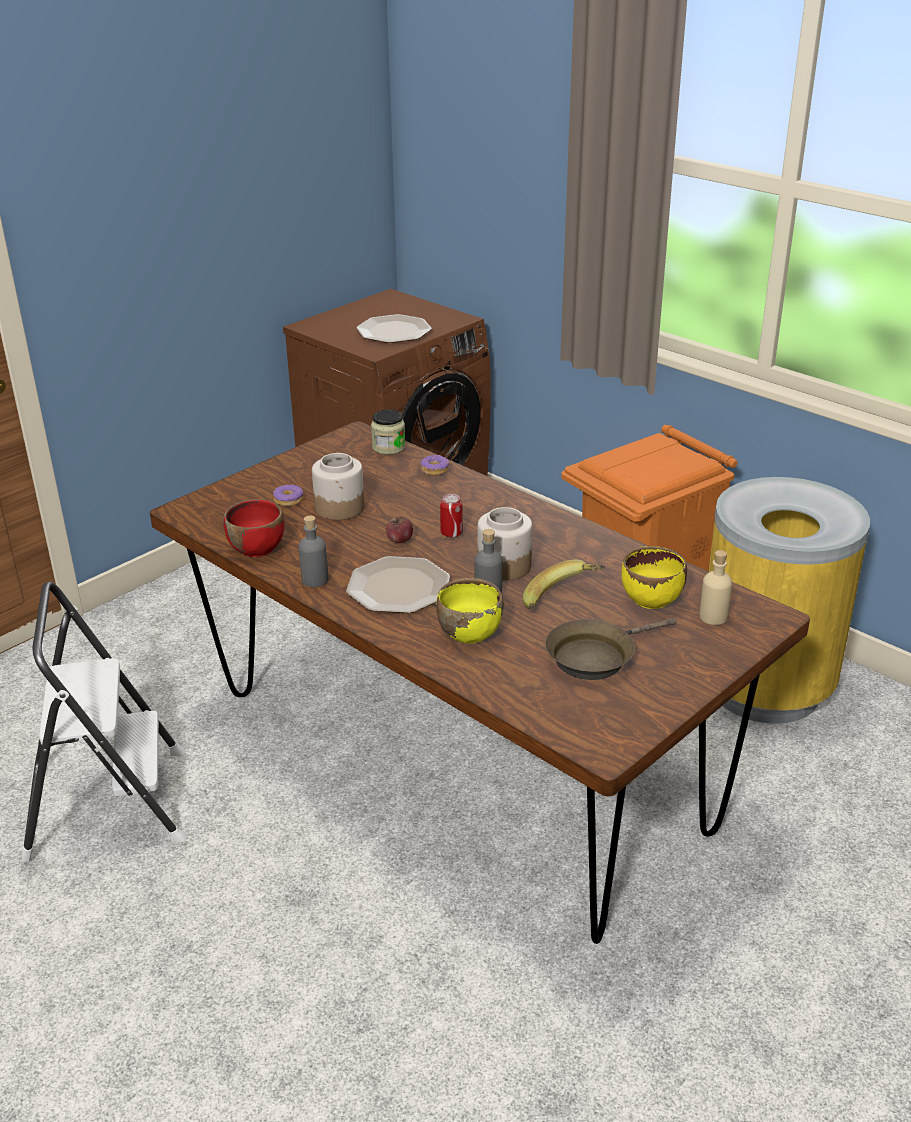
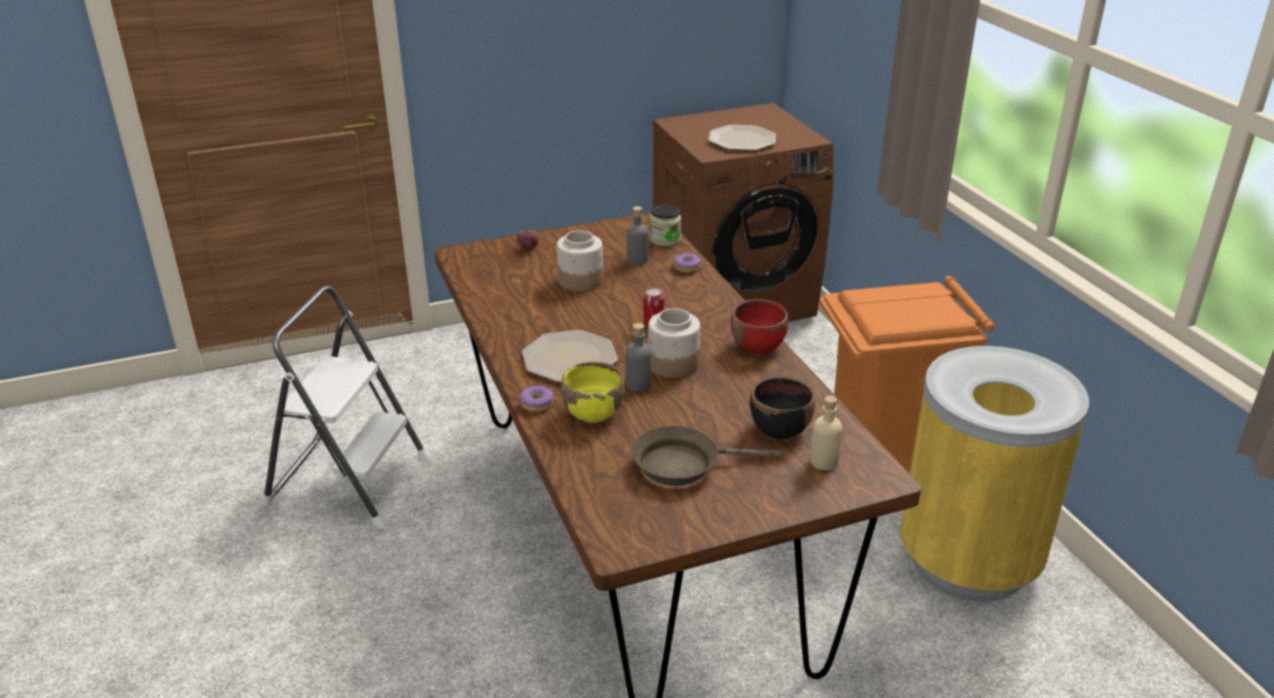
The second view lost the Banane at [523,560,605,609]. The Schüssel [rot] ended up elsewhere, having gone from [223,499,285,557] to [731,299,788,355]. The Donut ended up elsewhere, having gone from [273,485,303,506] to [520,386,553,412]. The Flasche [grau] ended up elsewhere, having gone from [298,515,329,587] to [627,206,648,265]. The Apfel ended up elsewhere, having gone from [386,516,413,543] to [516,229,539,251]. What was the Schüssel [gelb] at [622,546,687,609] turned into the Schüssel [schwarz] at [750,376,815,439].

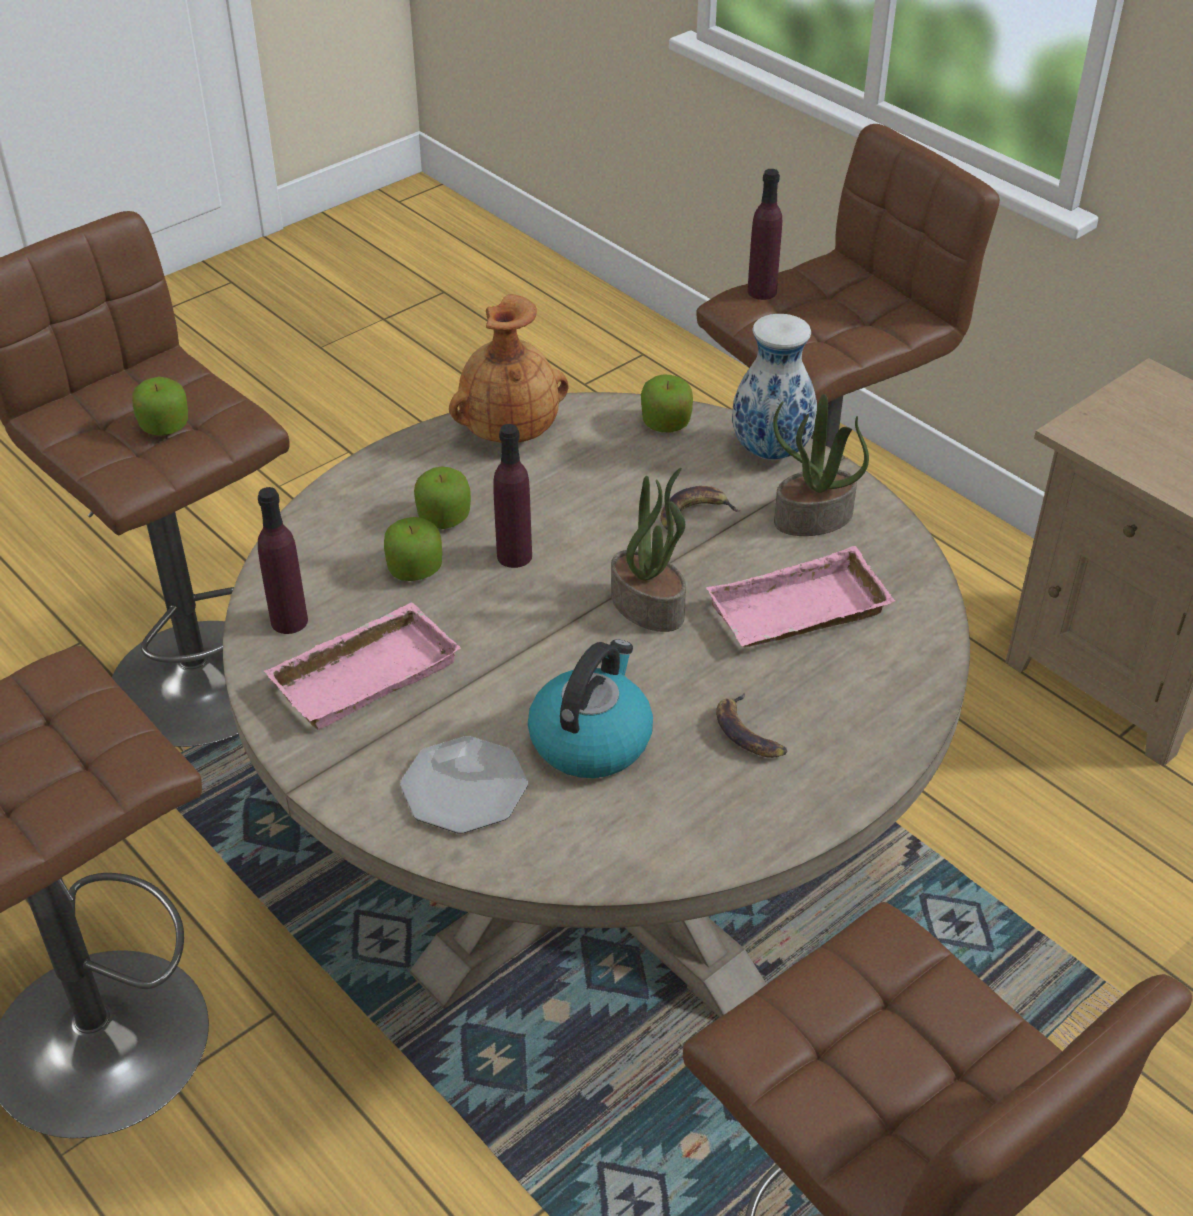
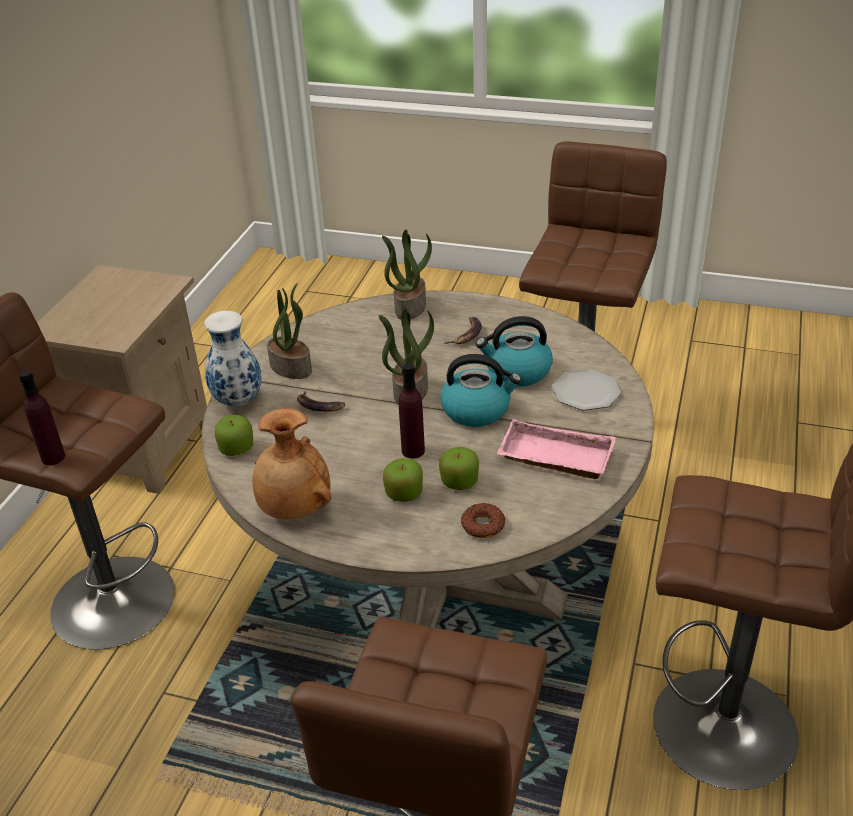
The second view lost the Apfel at [132,377,188,436]. The second view lost the Flasche [lila] at [258,487,308,634]. The second view lost the Tablett [rosa] at [706,546,895,647]. The second view gained the Topfpflanze at [382,229,432,320]. The second view gained the Wasserkessel at [440,354,521,427]. The second view gained the Donut at [461,503,505,538].

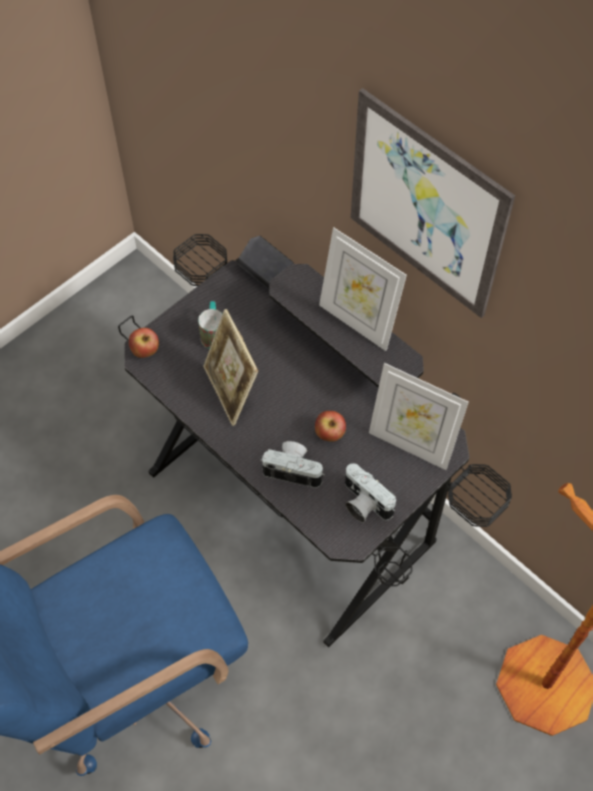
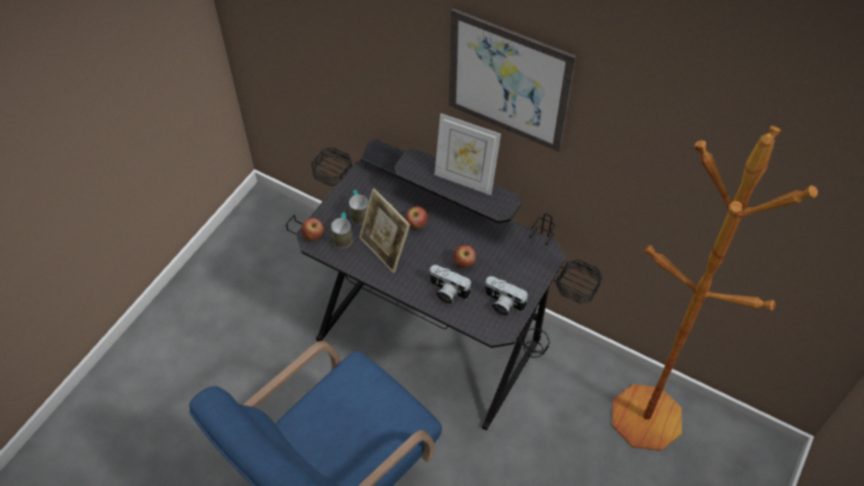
The second view lost the Bilderrahmen at [369,363,469,470]. The second view gained the Henkelbecher at [331,212,353,249]. The second view gained the Apfel at [406,206,428,229]. The Kamera at [261,441,325,488] ended up facing another way, 150 degrees counterclockwise from before.

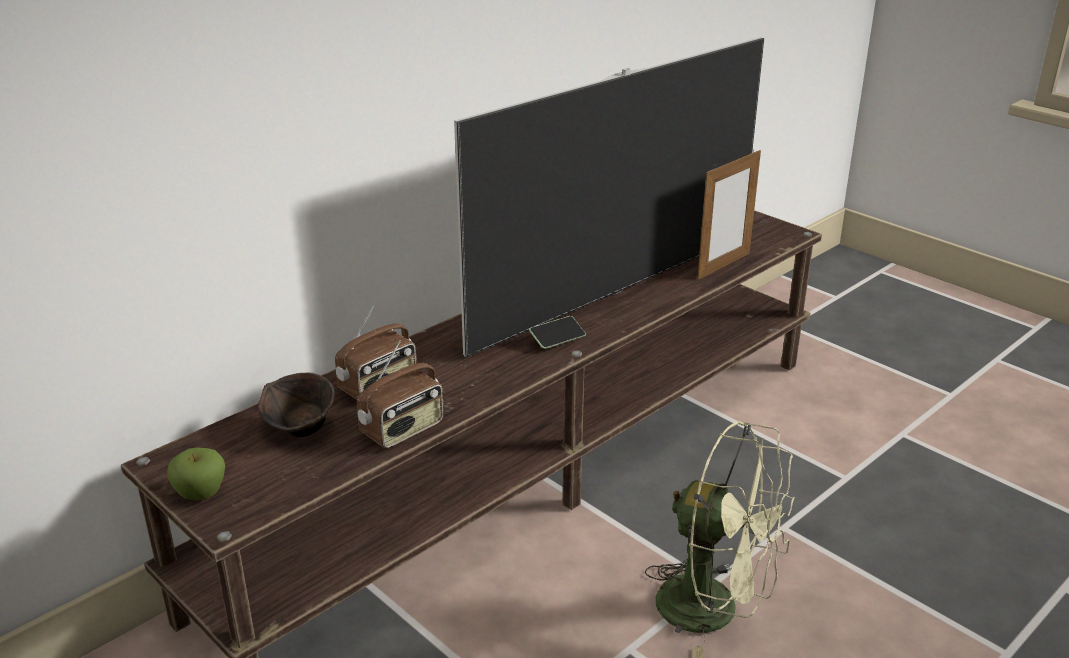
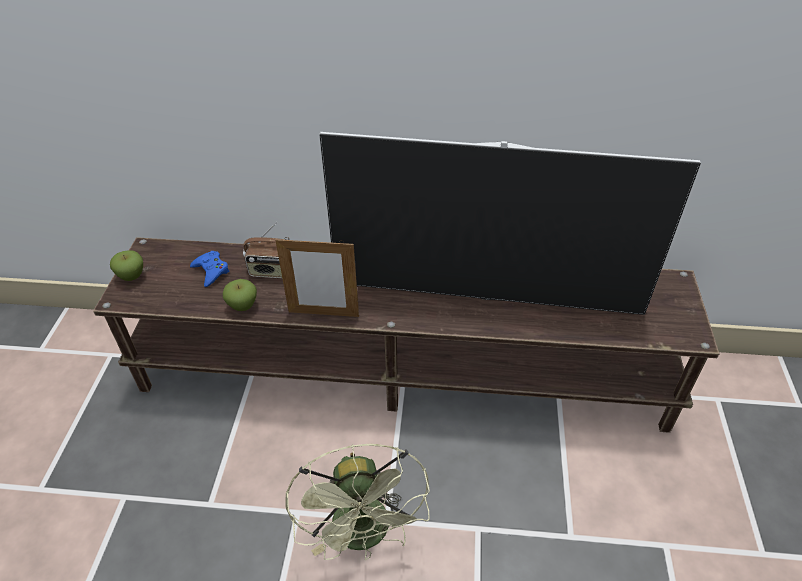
The second view lost the Handy at [529,316,586,349]. The Bilderrahmen ended up elsewhere, having gone from [697,149,761,280] to [275,237,359,317]. Where the Schüssel [braun] stood at [258,373,335,437], the Gamepad [blau] came to stand at [190,251,230,287]. Where the Radio stood at [357,340,444,449], the Apfel came to stand at [223,279,257,311].

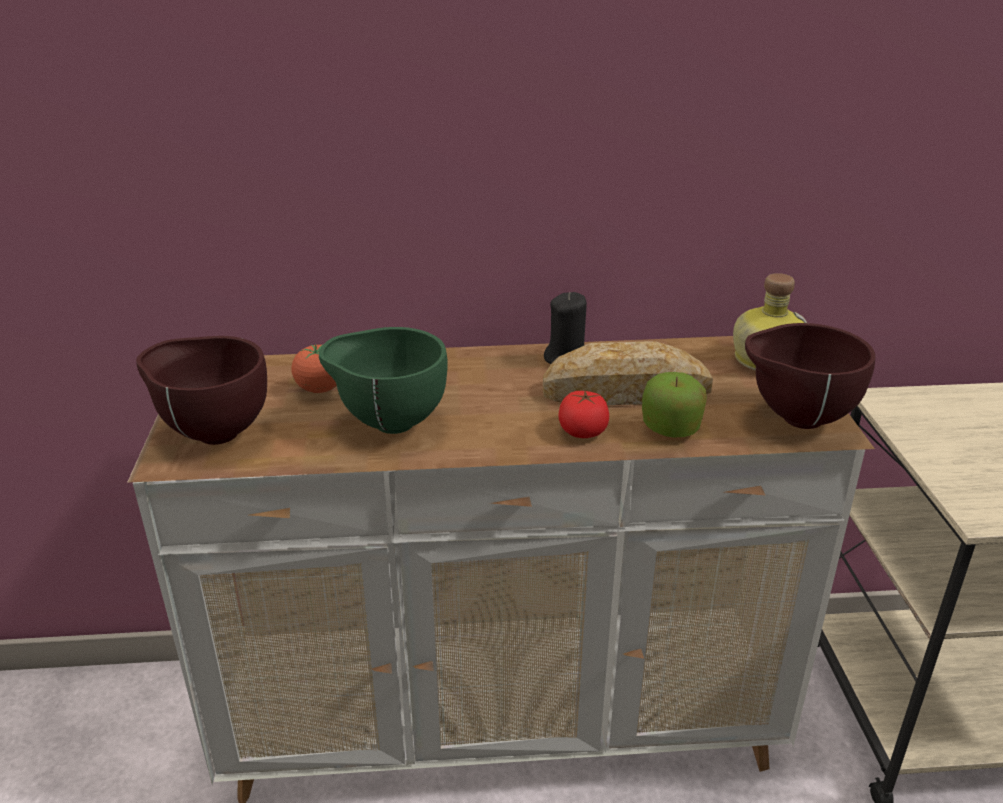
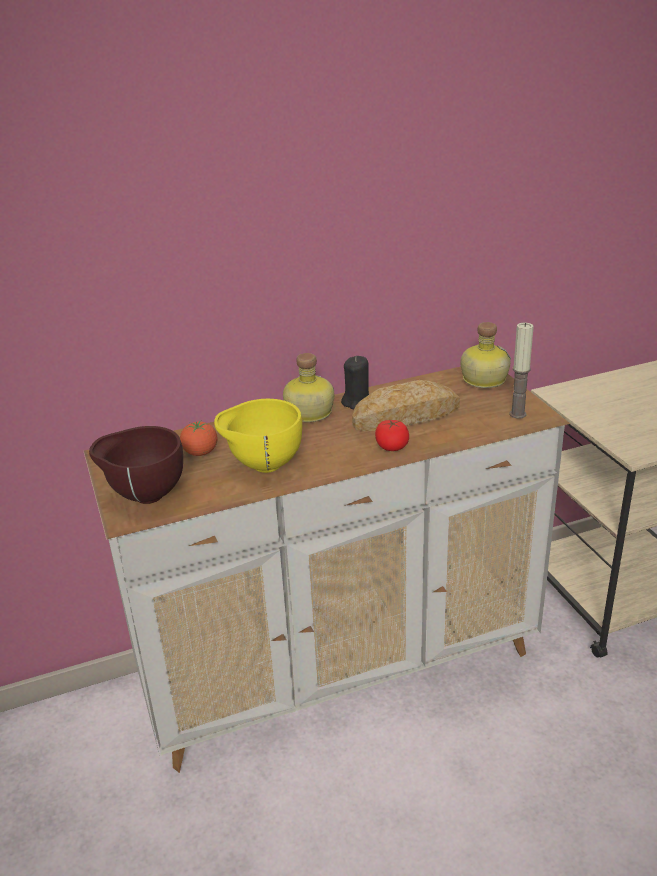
The second view lost the Apfel at [642,372,707,438]. The second view gained the Flasche at [283,353,334,422]. Where the Schüssel [braun] stood at [745,323,875,429], the Kerze came to stand at [509,323,534,419]. What was the Schüssel [grün] at [319,327,448,434] turned into the Schüssel [gelb] at [214,399,302,473].

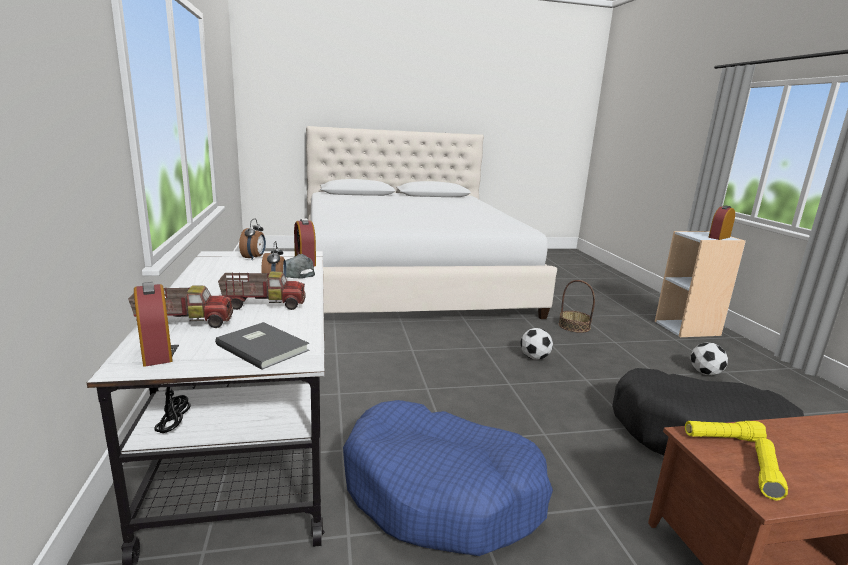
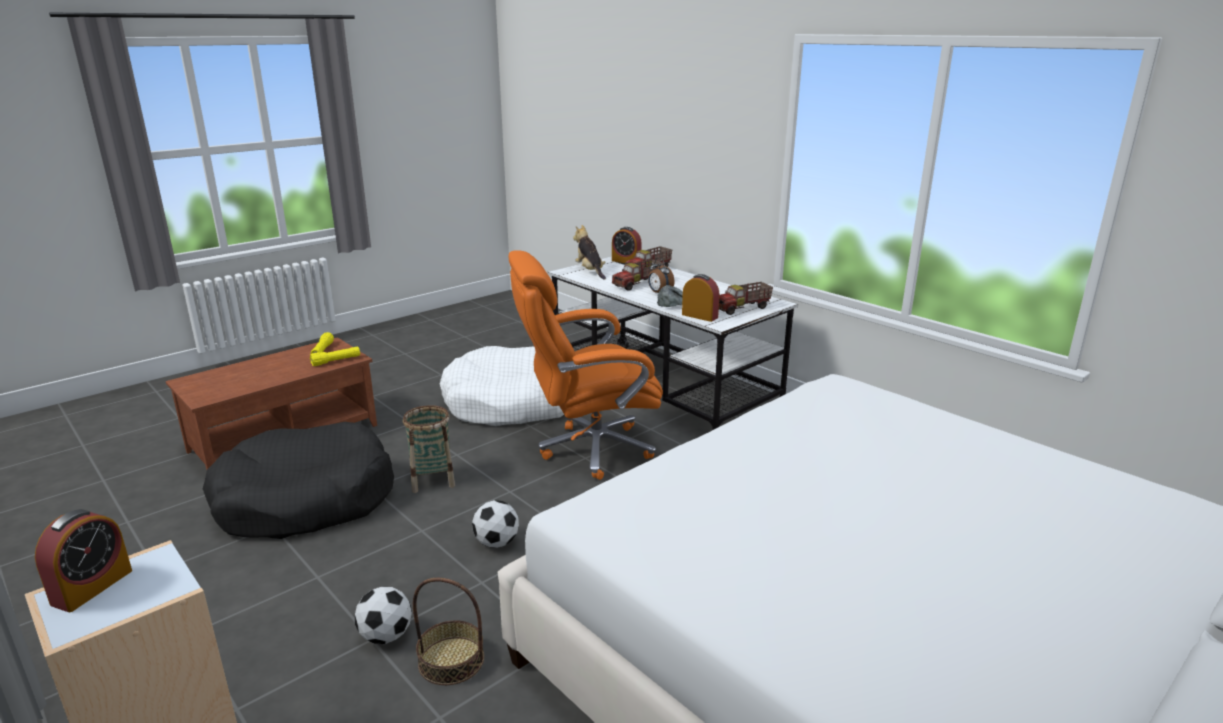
The second view gained the Korb at [403,405,455,493]. The second view gained the Bürostuhl [orange] at [509,250,663,480]. The Fußball ended up elsewhere, having gone from [691,343,728,376] to [355,587,412,644]. Where the Buch [grau] stood at [215,322,309,370], the Plüschtier came to stand at [573,225,606,280]. Where the Wecker stood at [239,219,266,260], the Spielzeuglaster came to stand at [719,282,773,315]. What was the Hundebett [blau] at [343,400,553,556] turned into the Hundebett [weiß] at [440,346,564,426].

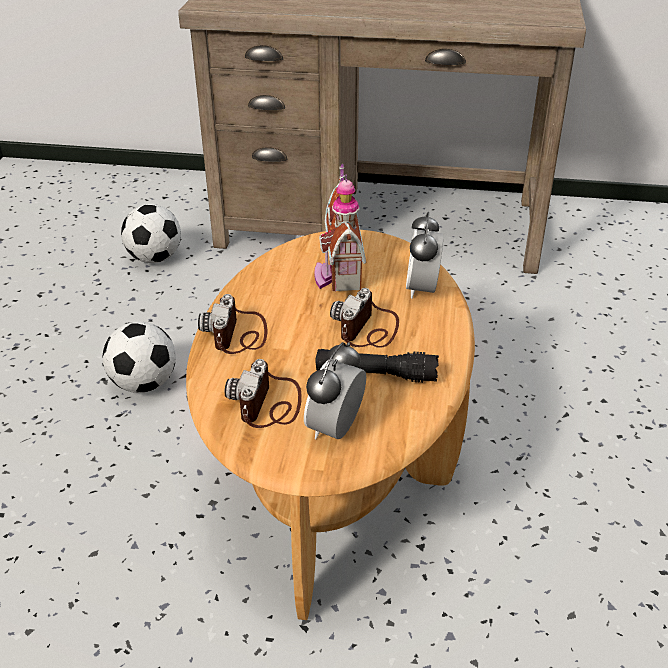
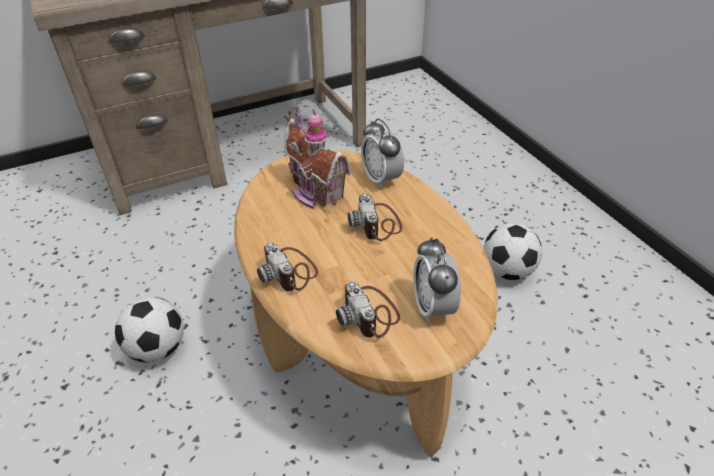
The second view lost the Taschenlampe [schwarz] at [315,349,439,383]. The Fußball ended up elsewhere, having gone from [121,204,181,263] to [483,223,542,280].

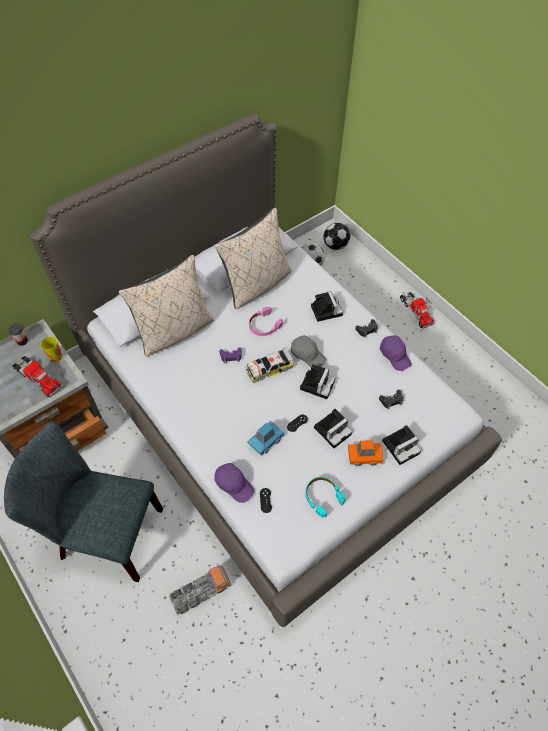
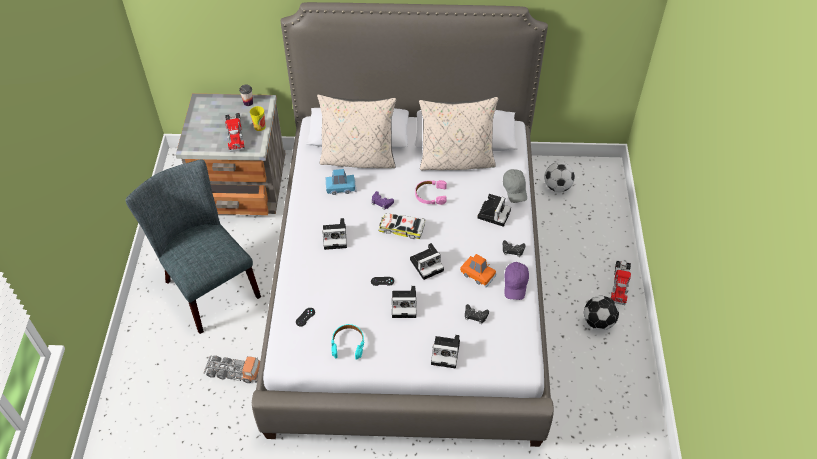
The second view lost the Kappe [lila] at [215,463,254,503]. The second view gained the Kamera at [322,218,347,250]. The Spielzeugauto [blau] ended up elsewhere, having gone from [248,421,285,456] to [326,169,357,195]. The Kappe [grau] ended up elsewhere, having gone from [291,335,326,367] to [503,169,527,203]. The Fußball ended up elsewhere, having gone from [324,223,350,250] to [584,296,619,330]. The Spielzeugauto [orange] ended up elsewhere, having gone from [348,440,384,466] to [460,254,497,287].

